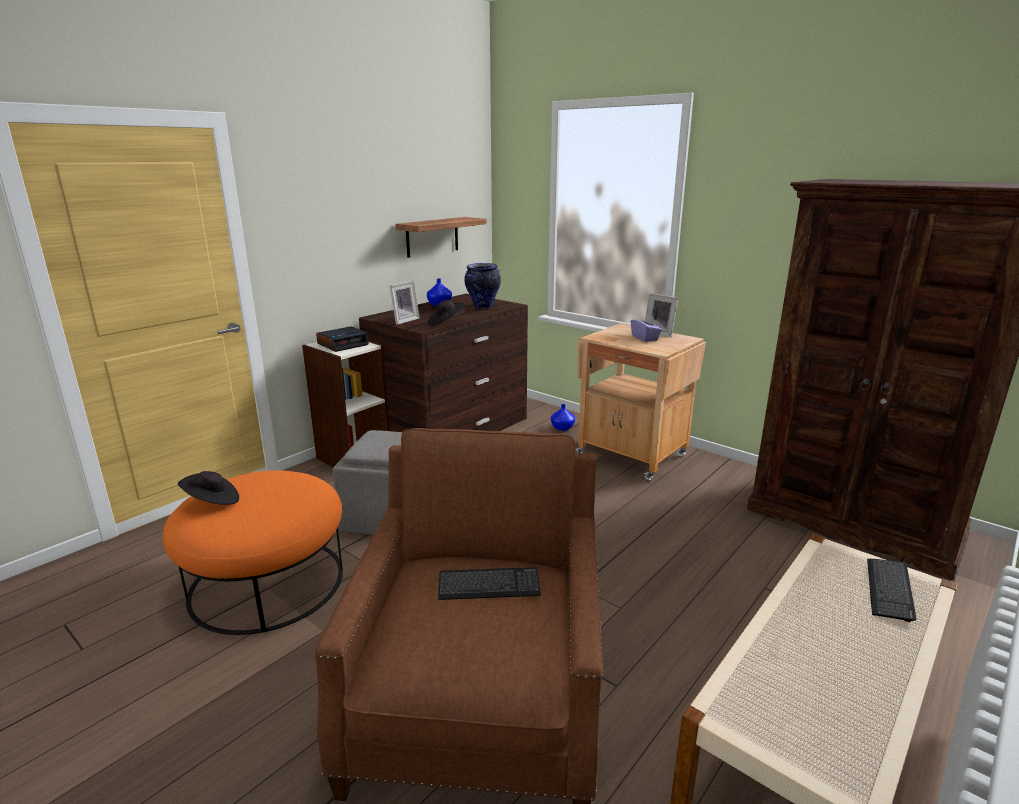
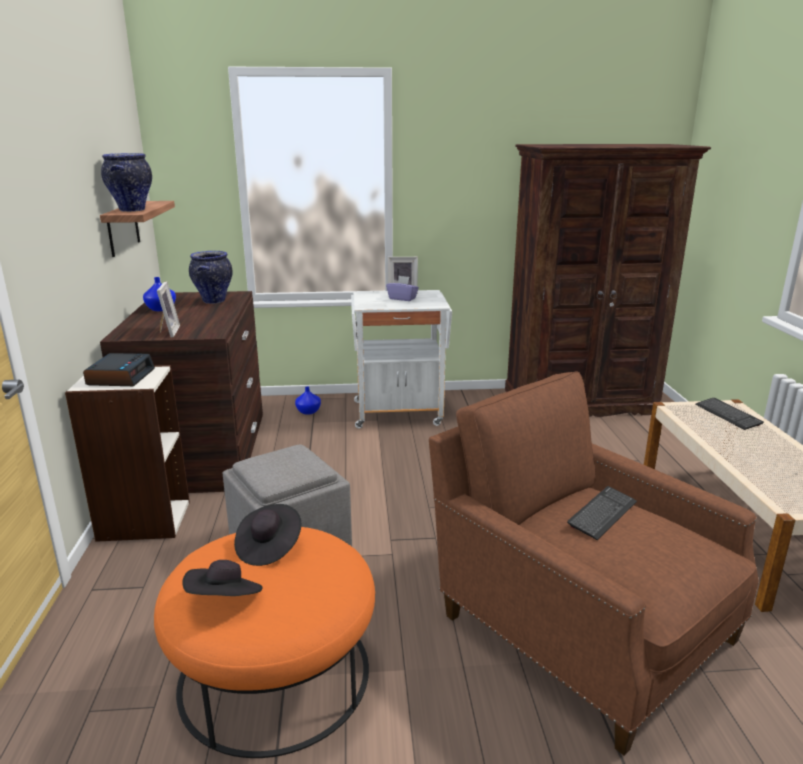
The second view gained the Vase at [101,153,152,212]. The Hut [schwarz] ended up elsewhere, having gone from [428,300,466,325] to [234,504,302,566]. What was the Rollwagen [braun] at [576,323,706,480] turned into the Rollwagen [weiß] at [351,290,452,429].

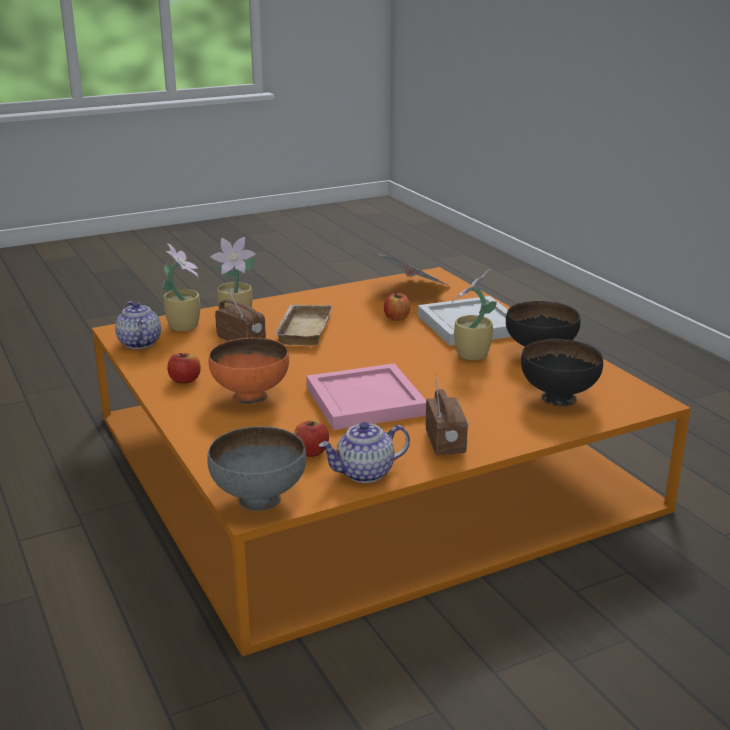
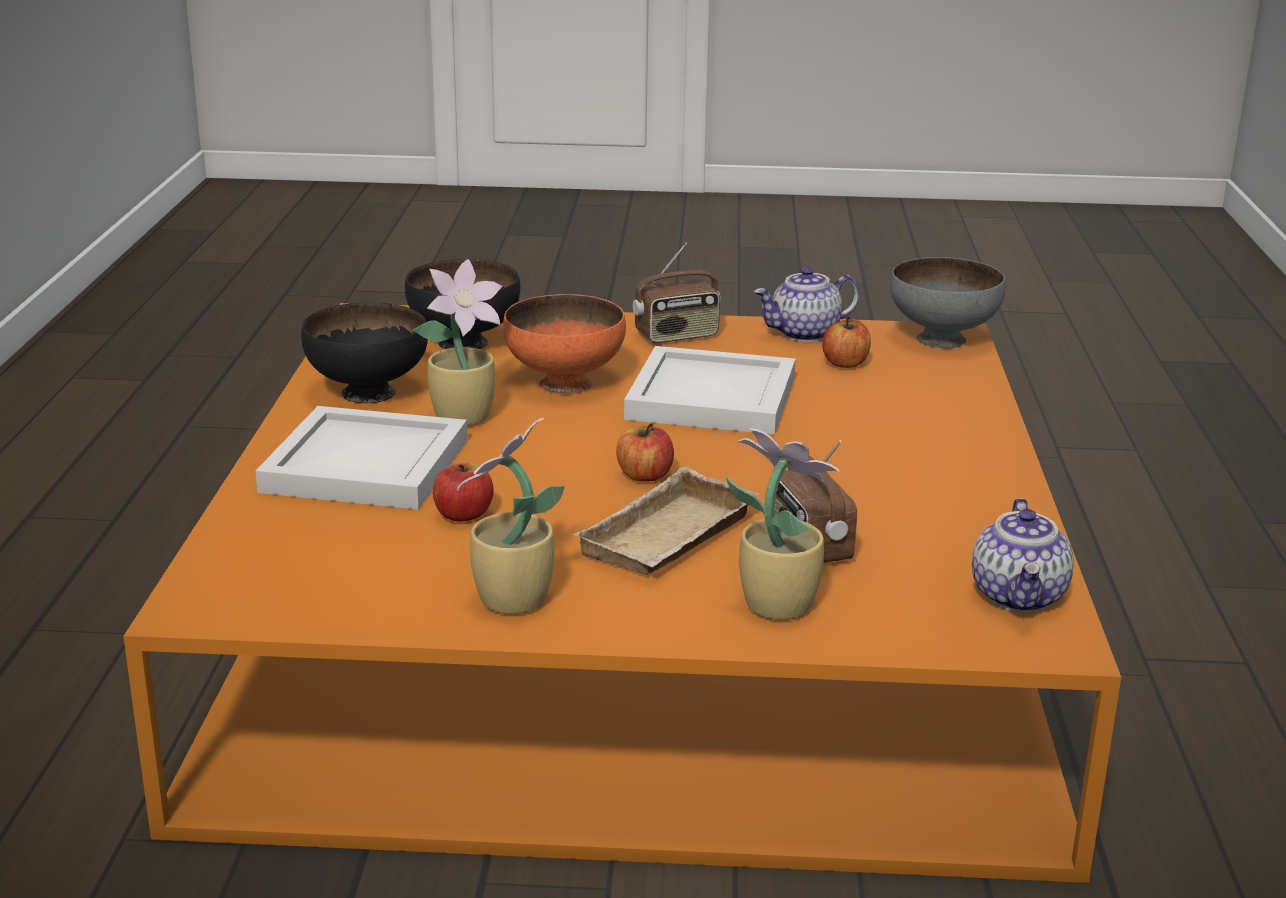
The second view lost the Zeitung at [371,254,446,284]. The Topfpflanze ended up elsewhere, having gone from [163,243,200,331] to [457,418,565,614]. The Apfel ended up elsewhere, having gone from [167,353,201,384] to [616,423,674,481]. The Schüssel [orange] ended up elsewhere, having gone from [208,338,289,404] to [503,294,626,394]. What was the Tablett [rosa] at [306,363,426,430] turned into the Tablett [weiß] at [624,346,796,435]. The Teekanne at [319,422,410,483] ended up facing another way, 150 degrees clockwise from before. The Radio at [426,375,469,455] ended up facing another way, 135 degrees counterclockwise from before.

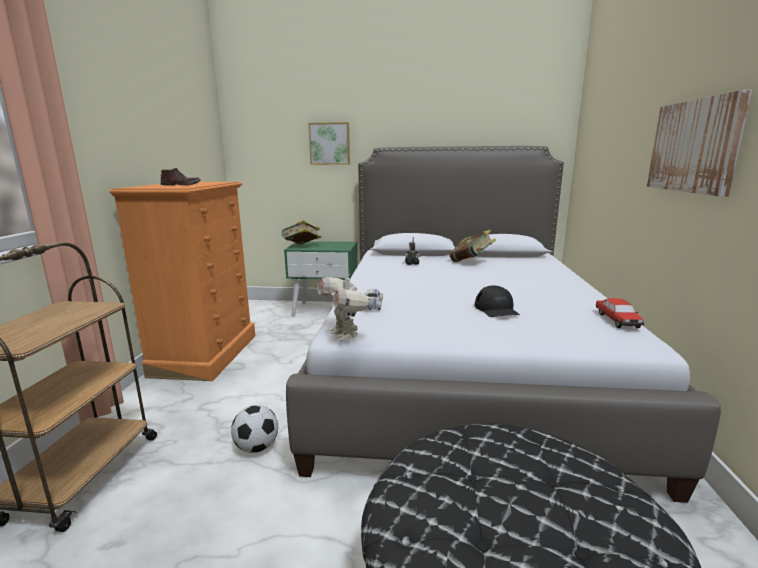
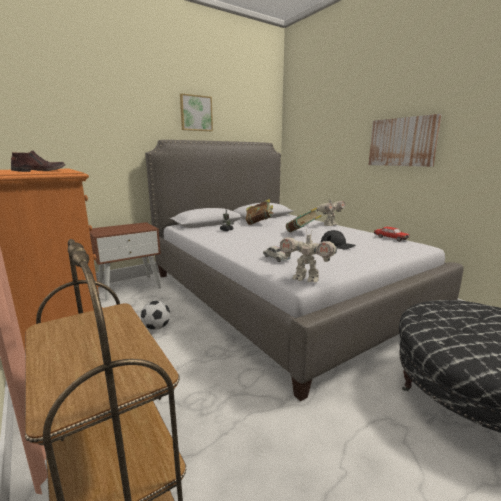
The second view gained the Spielzeugroboter at [316,197,345,226]. The Fußball ended up elsewhere, having gone from [231,405,278,453] to [141,301,170,330]. The Buch ended up elsewhere, having gone from [282,220,322,245] to [286,207,322,232]. The Bild ended up elsewhere, having gone from [308,122,350,165] to [180,93,213,131]. What was the Nachttisch [grün] at [284,241,357,317] turned into the Nachttisch [braun] at [89,222,161,301].

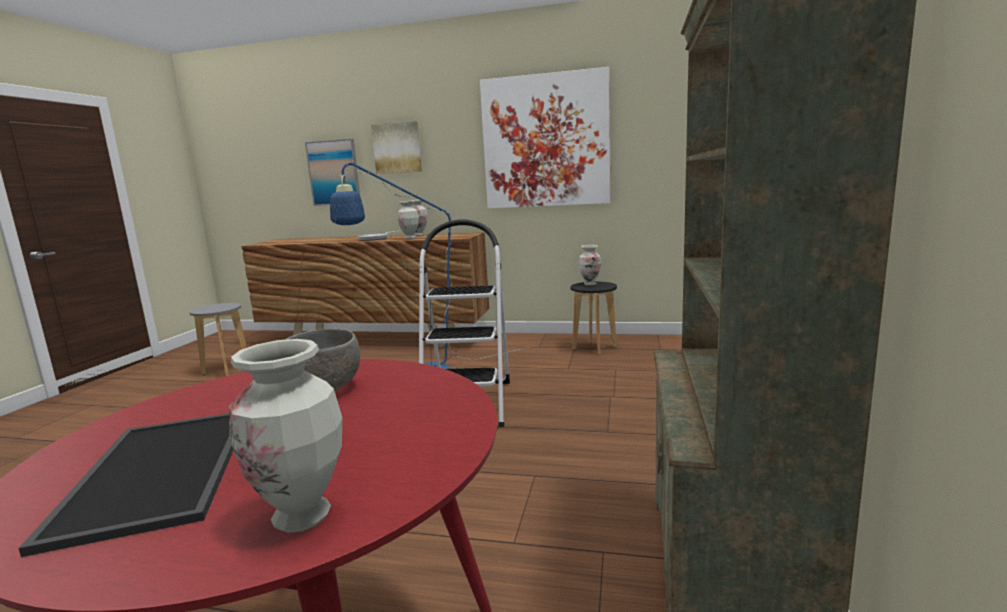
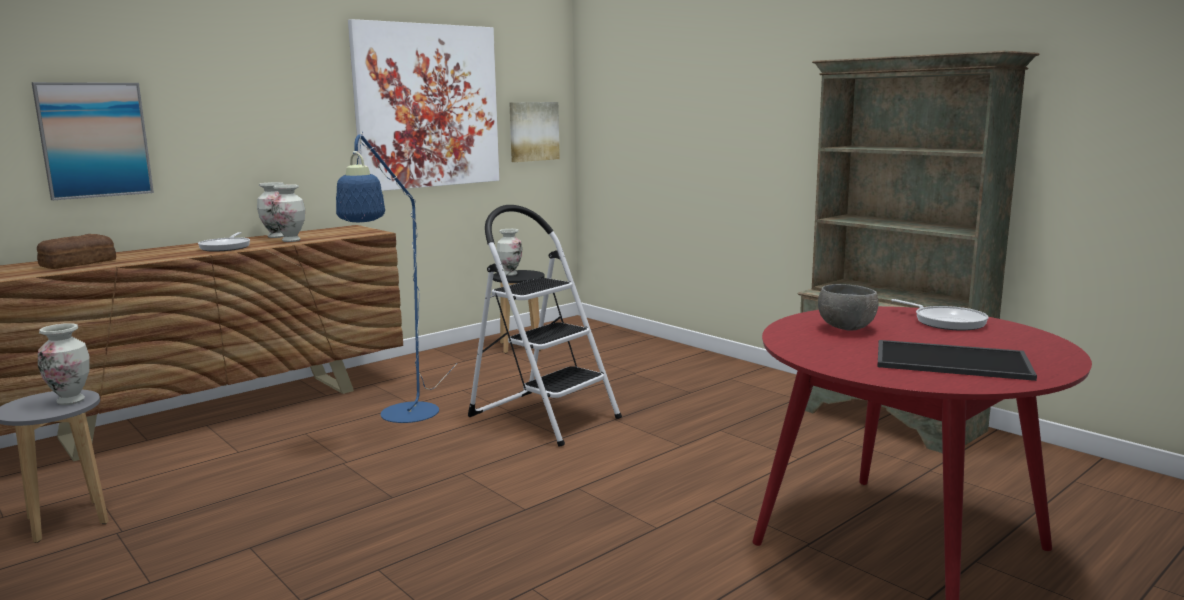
The second view gained the Brot at [37,234,116,269]. The second view gained the Pfanne at [891,299,989,331]. The Vase ended up elsewhere, having gone from [229,339,342,533] to [38,323,90,405]. The Bild ended up elsewhere, having gone from [371,121,422,174] to [509,102,560,162].

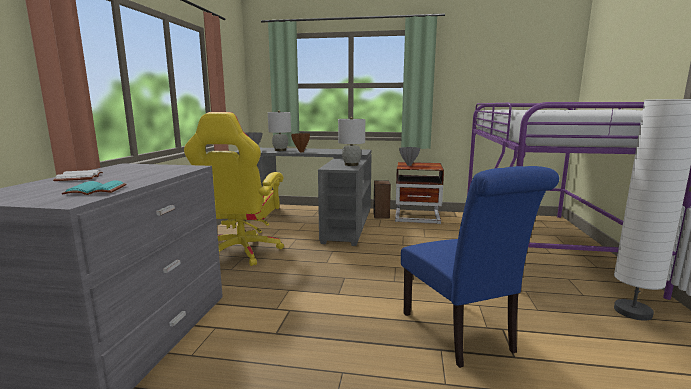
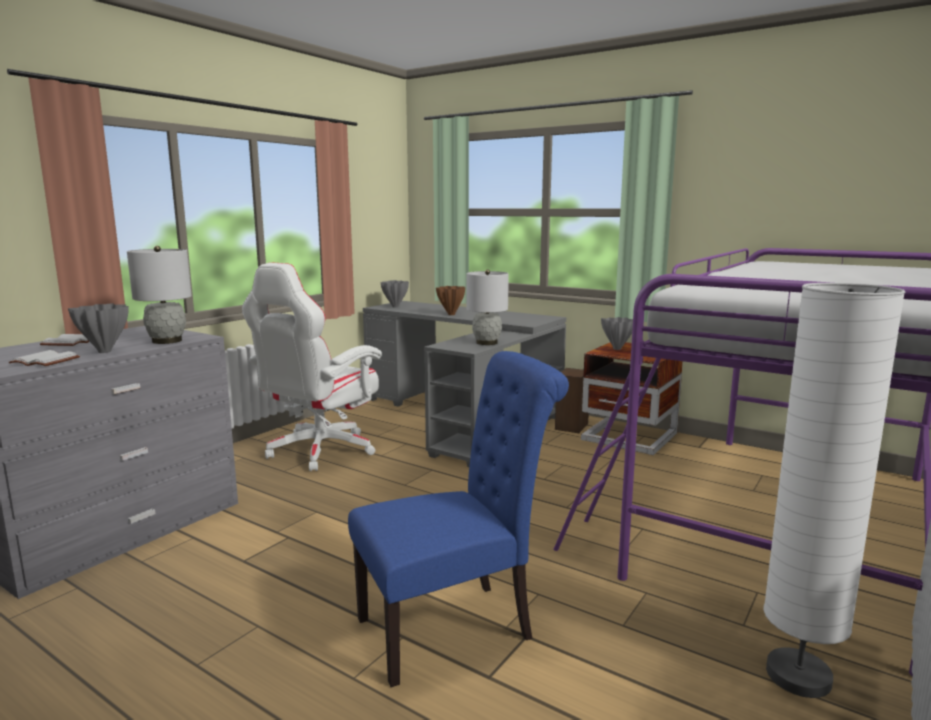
The second view gained the Vase [grau] at [68,303,129,353]. The Tischlampe [weiß] ended up elsewhere, having gone from [268,110,291,151] to [127,246,192,344]. What was the Buch [türkis] at [62,180,127,195] turned into the Buch [weiß] at [9,350,80,366]. What was the Bürostuhl [gelb] at [184,112,284,266] turned into the Bürostuhl [weiß] at [242,262,382,471]. The Stuhl [blau] at [401,166,559,368] ended up facing another way, 120 degrees counterclockwise from before.

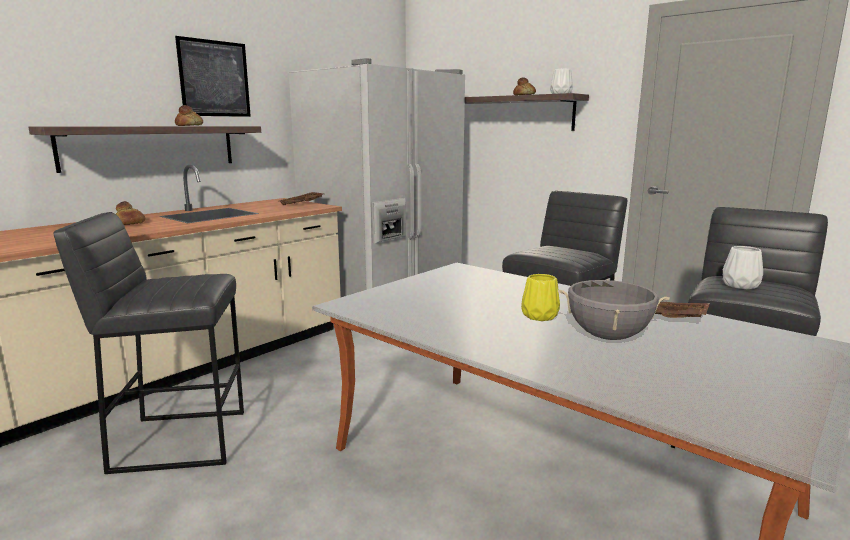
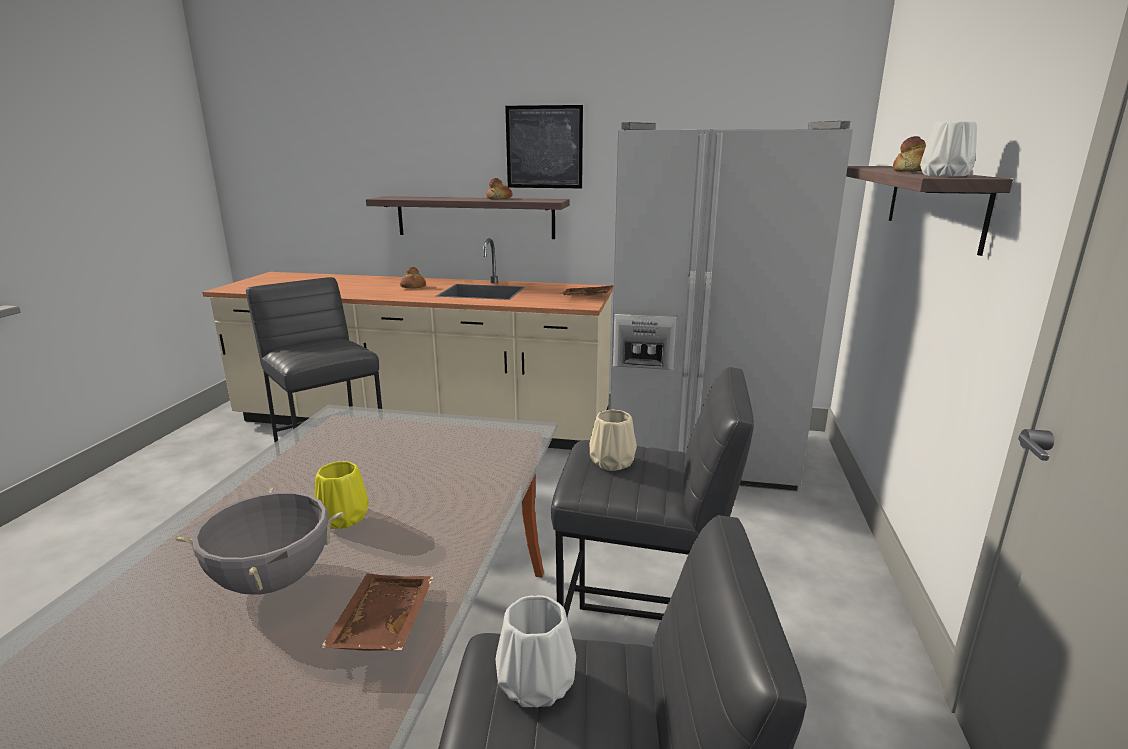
The second view gained the Vase [beige] at [590,410,637,471].

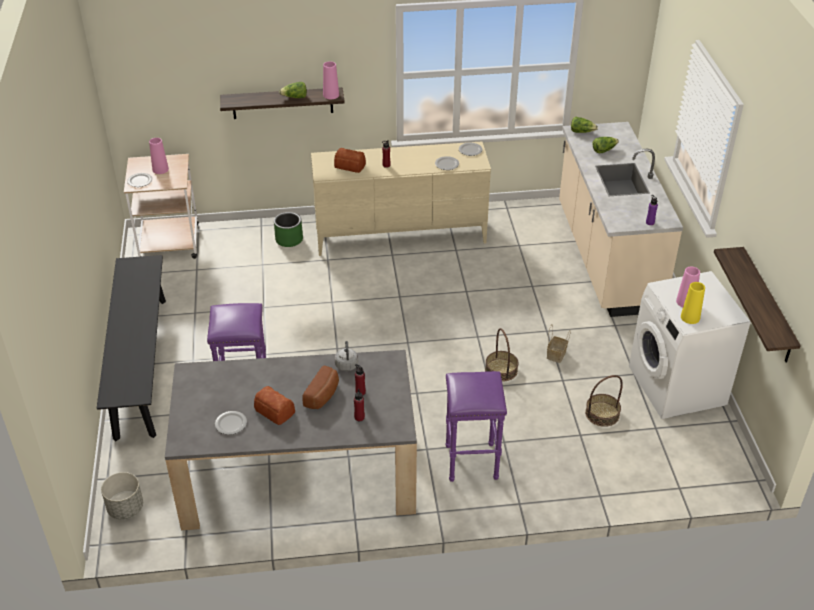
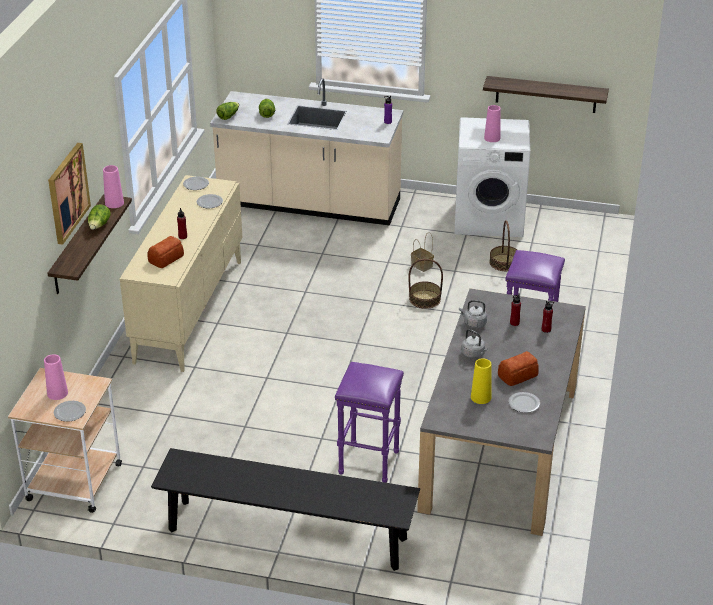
The second view lost the Pflanzkübel [grau] at [101,472,143,520]. The second view lost the Pflanzkübel [grün] at [274,212,303,247]. The second view lost the Brot at [302,365,339,409]. The second view gained the Bild at [48,143,91,245]. The second view gained the Wasserkessel [grau] at [461,329,488,358]. The Vase [gelb] ended up elsewhere, having gone from [681,282,705,324] to [471,358,492,404].

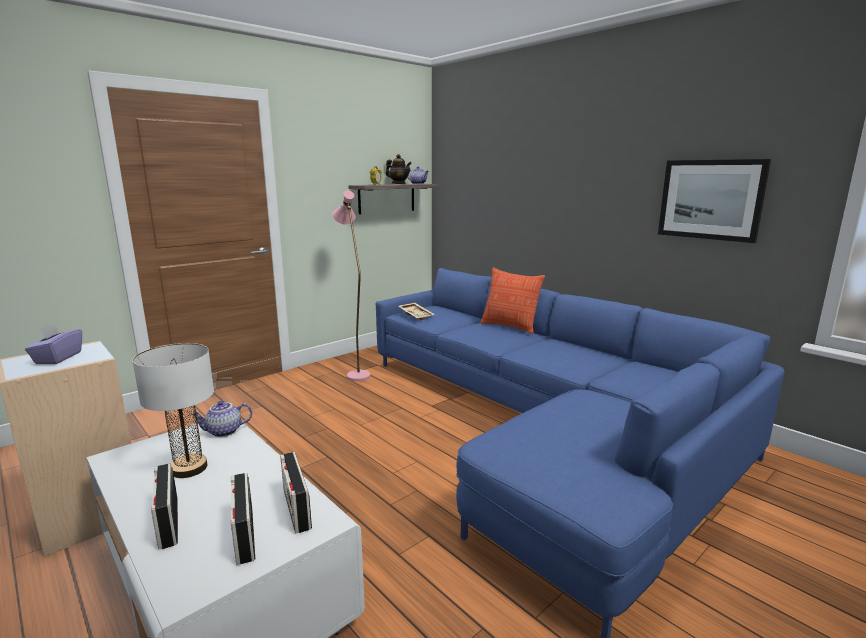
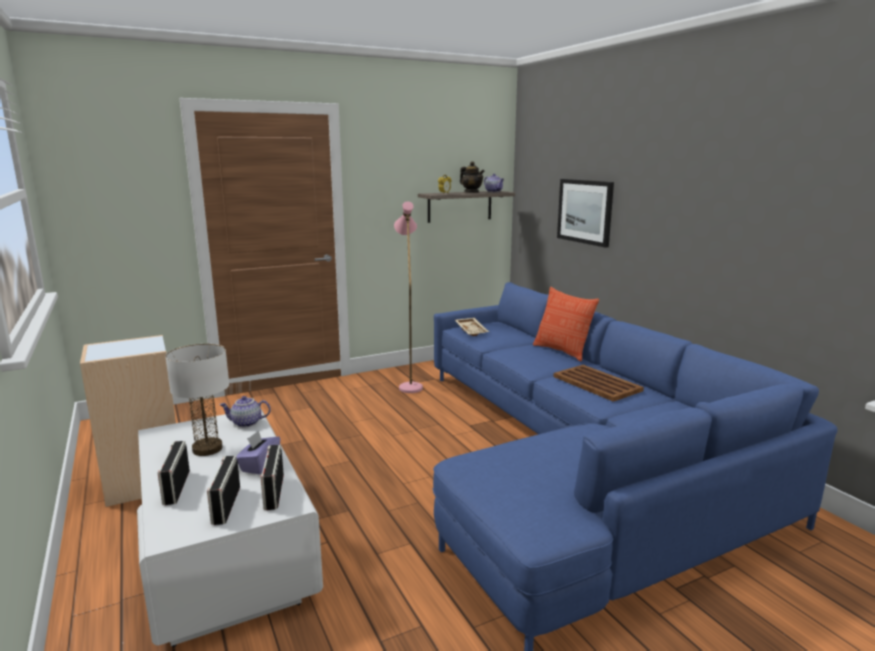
The second view gained the Tablett [braun] at [553,365,644,402]. The Taschentuchbox [lila] ended up elsewhere, having gone from [25,323,82,364] to [236,430,280,474]. The Bild ended up elsewhere, having gone from [658,159,771,243] to [557,179,614,248].

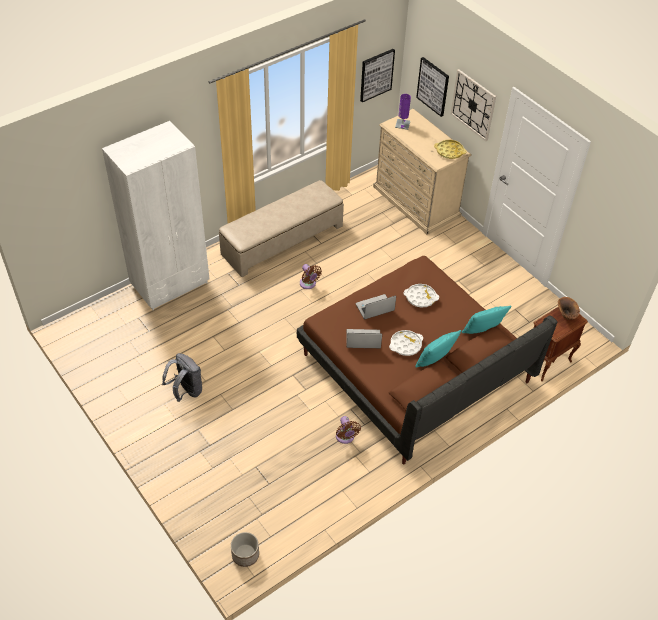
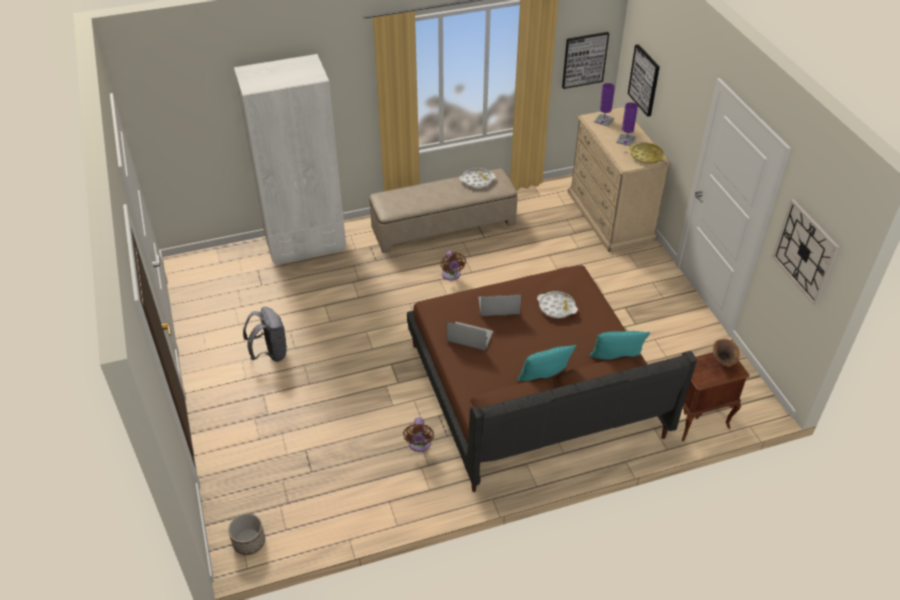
The second view gained the Tischlampe [lila] at [616,102,638,146]. The Tablett [weiß] ended up elsewhere, having gone from [389,330,423,356] to [459,168,496,188]. The Wanduhr ended up elsewhere, having gone from [451,69,496,141] to [772,199,839,305].

